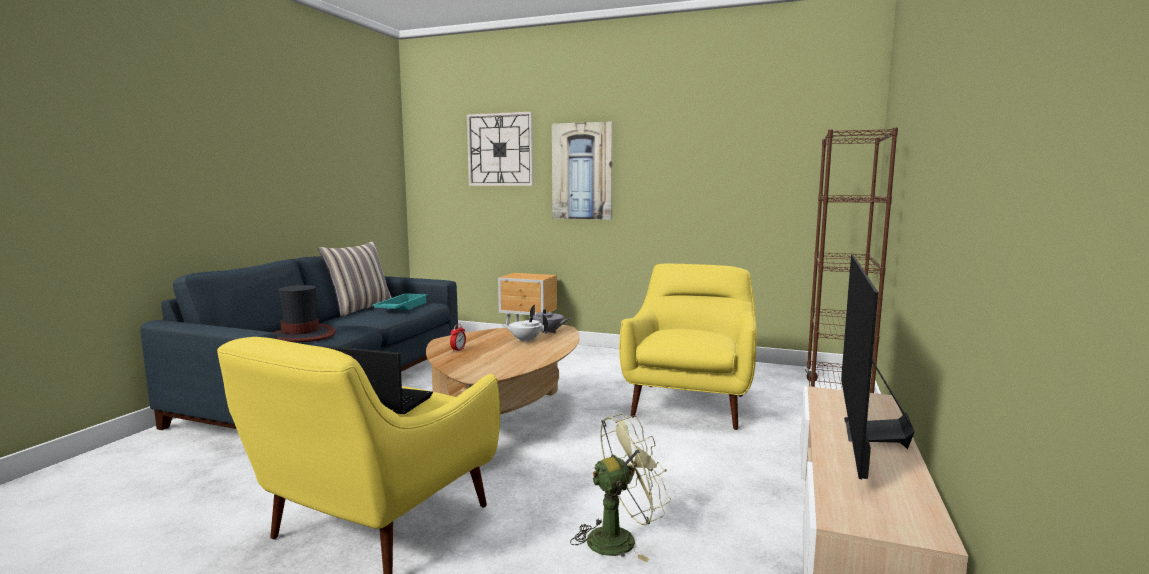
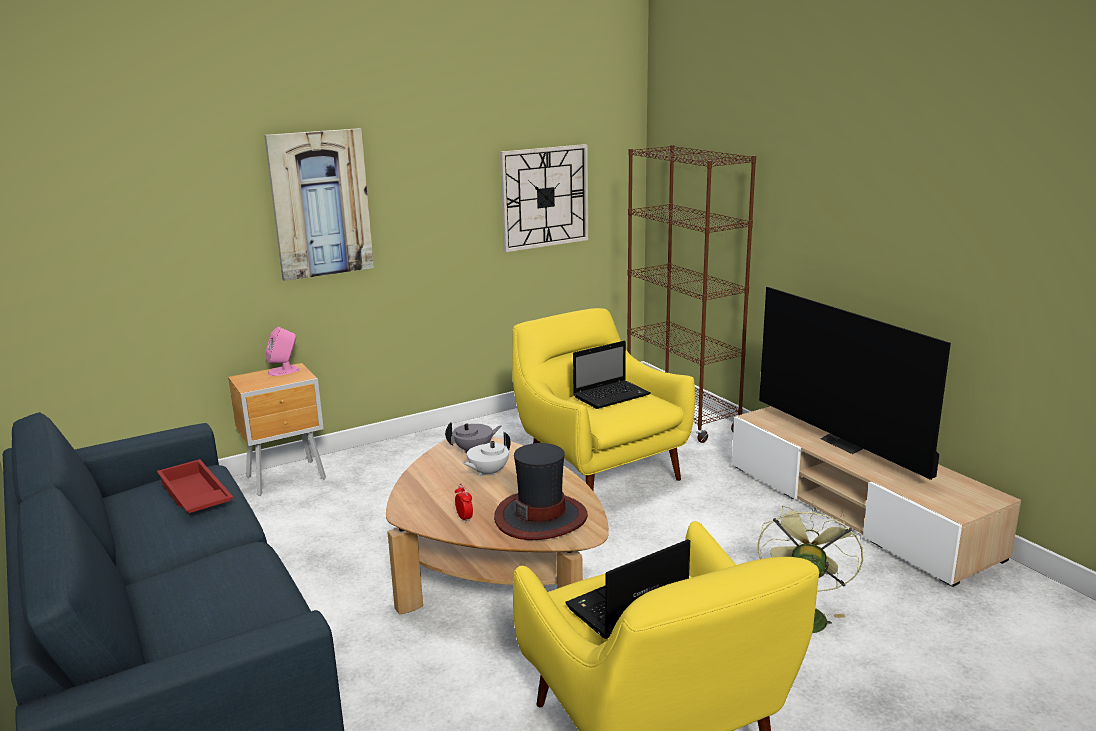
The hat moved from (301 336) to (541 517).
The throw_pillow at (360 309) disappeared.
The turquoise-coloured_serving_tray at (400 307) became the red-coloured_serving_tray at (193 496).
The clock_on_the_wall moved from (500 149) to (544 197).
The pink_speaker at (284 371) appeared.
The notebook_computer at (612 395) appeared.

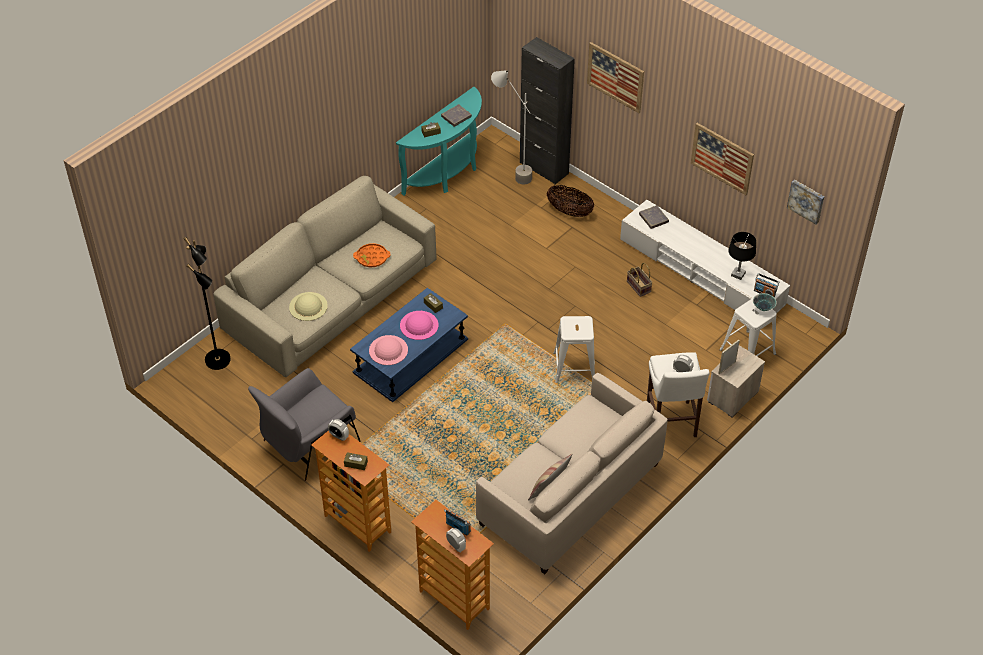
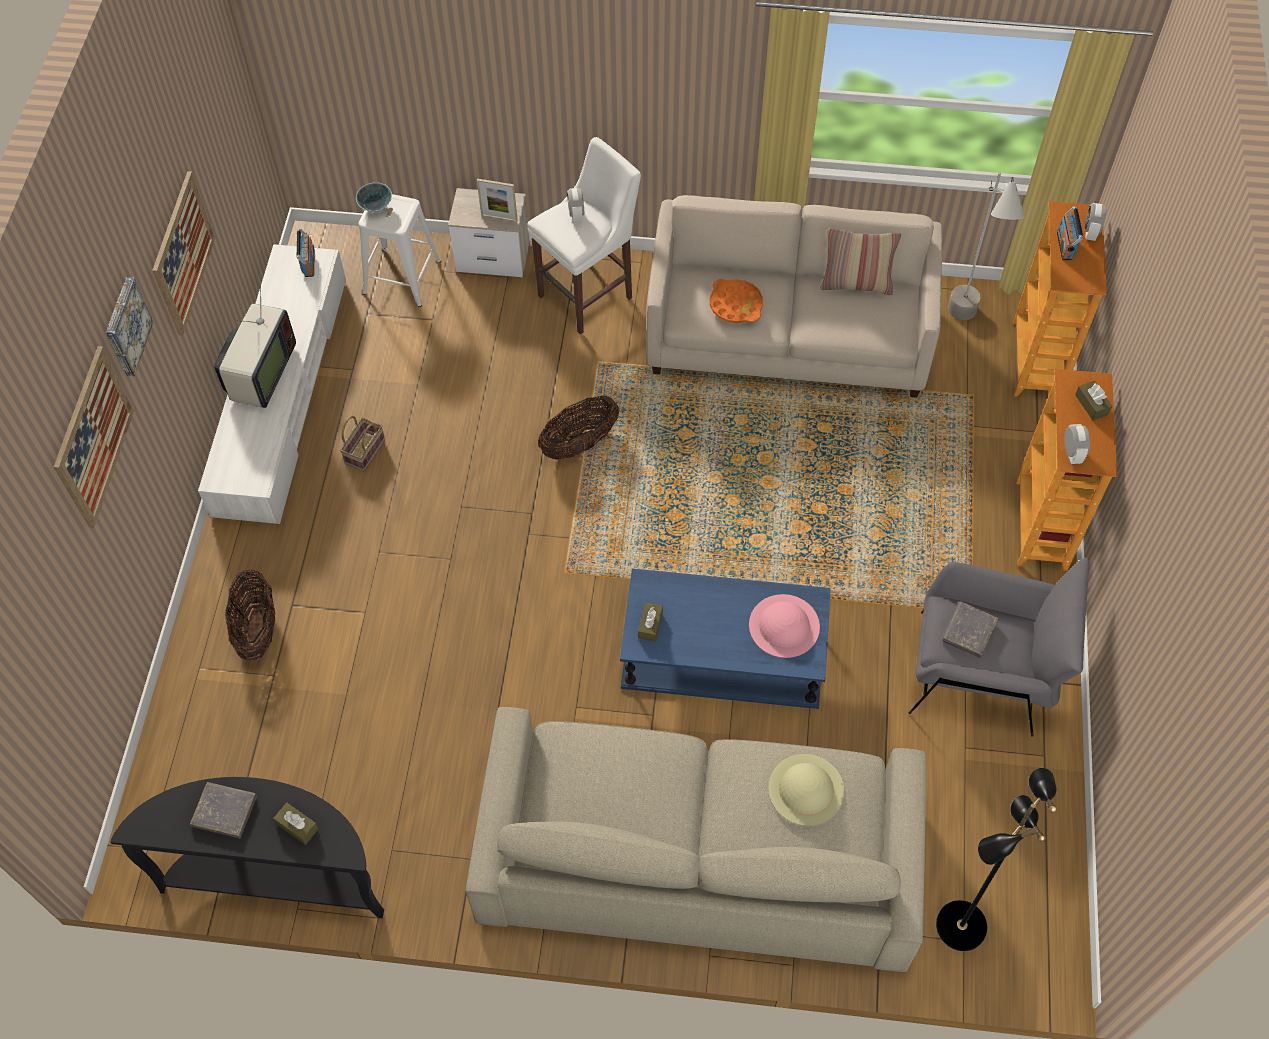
The orange-coloured_serving_tray moved from (372 258) to (736 305).
The turquoise-coloured_narrow_table at (448 174) became the blackish_narrow_table at (278 875).
The pink_hat at (419 325) disappeared.
The greyish_standard_lamp moved from (512 173) to (965 328).
The blackish_cupboard at (544 168) disappeared.
The white_stool at (574 367) was replaced by the household_basket at (579 443).
The greyish_volume moved from (653 218) to (969 631).
The blackish_table_lamp at (738 274) disappeared.
The wall_art moved from (806 201) to (126 326).
The TV_set at (260 374) appeared.

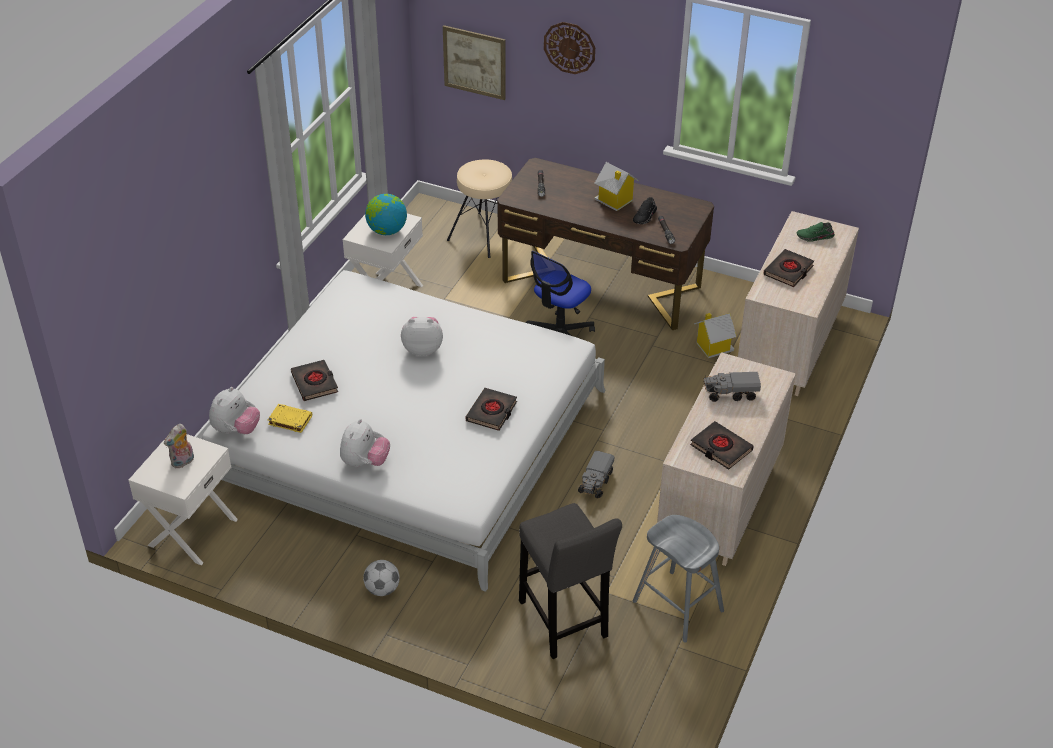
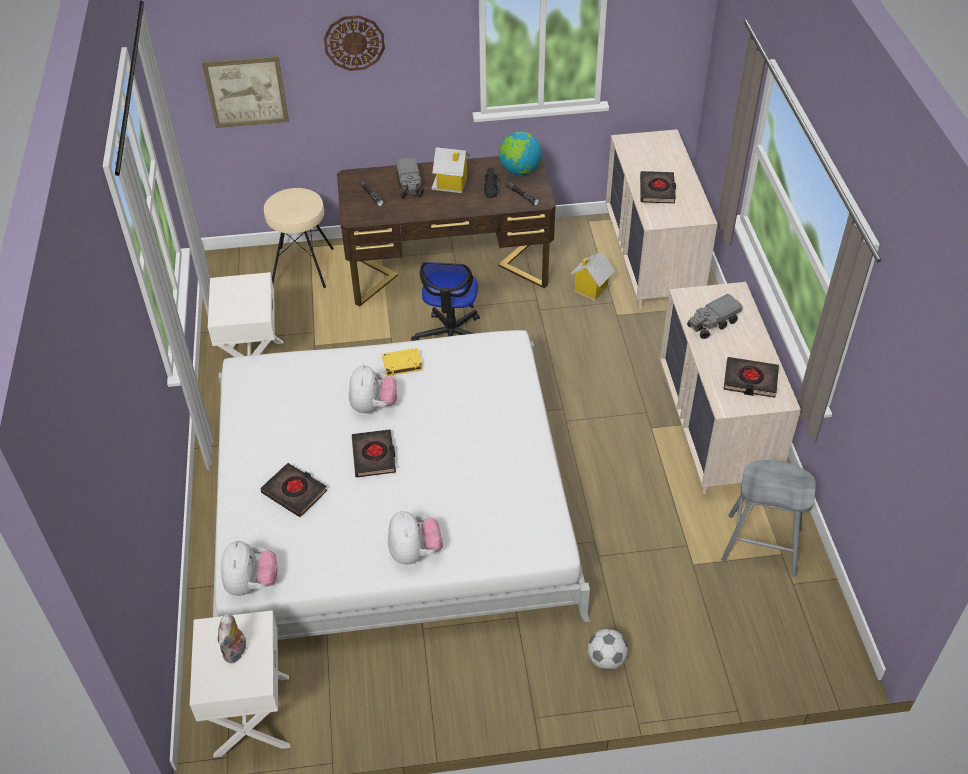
The yellow_volume moved from (289 420) to (402 364).
The football_ball moved from (382 589) to (606 659).
The desk_globe moved from (387 231) to (519 170).
The soft_toy at (423 349) turned 120 degrees clockwise.
The blackish_volume moved from (492 412) to (374 456).
The greyish_stool at (564 623) disappeared.
The model_truck moved from (595 482) to (410 186).
The greenish_low_shoe at (815 237) disappeared.

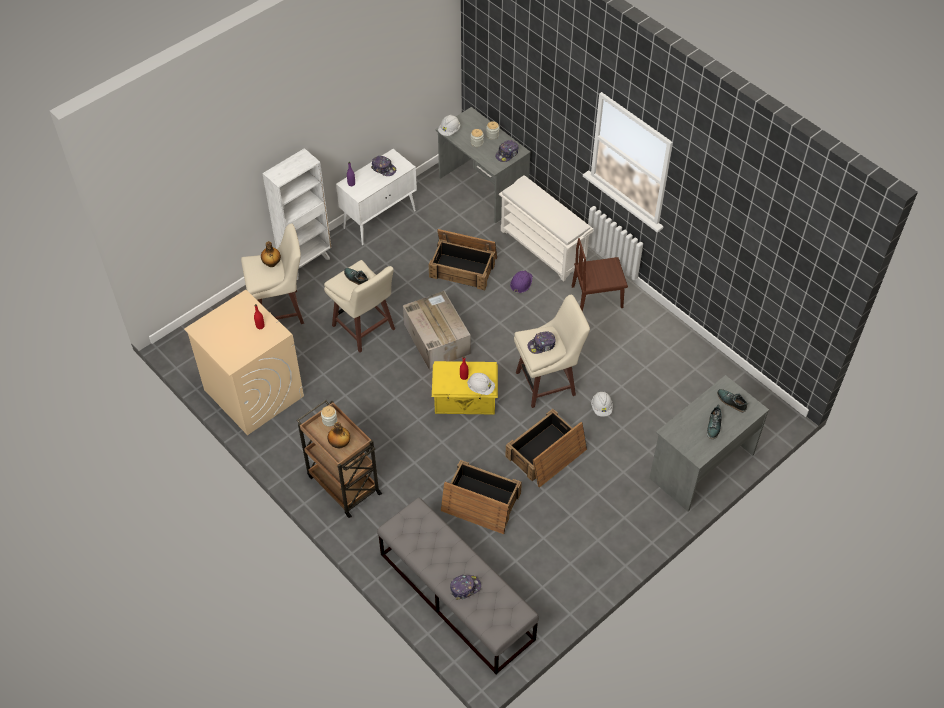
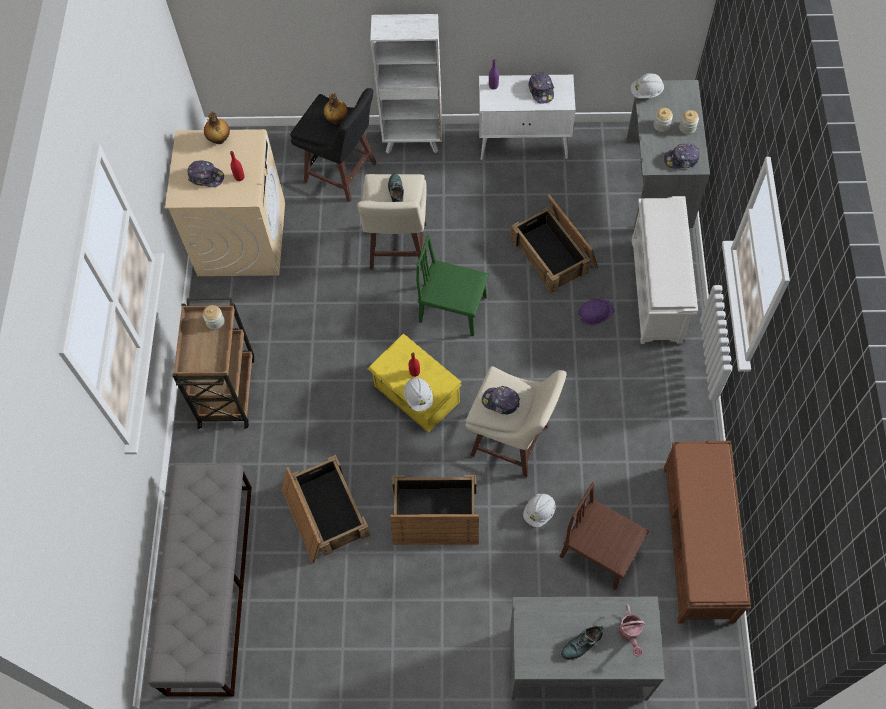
The beige_stool at (280 311) became the blackish_stool at (342 174).
The beverage_bottle moved from (339 444) to (219 140).
The packing_box at (436 338) was replaced by the greenish_plain_chair at (453 309).
The cap moved from (465 587) to (206 177).
The brownish_plain_chair moved from (597 297) to (600 551).
The low_shoe at (731 402) was replaced by the sprinkling_can at (630 633).
The brownish_bench at (698 544) appeared.

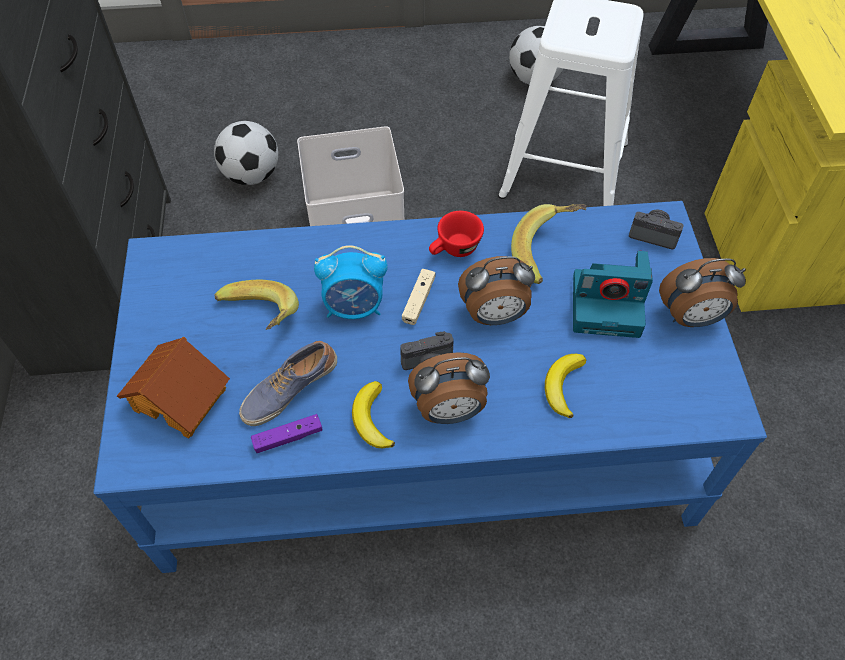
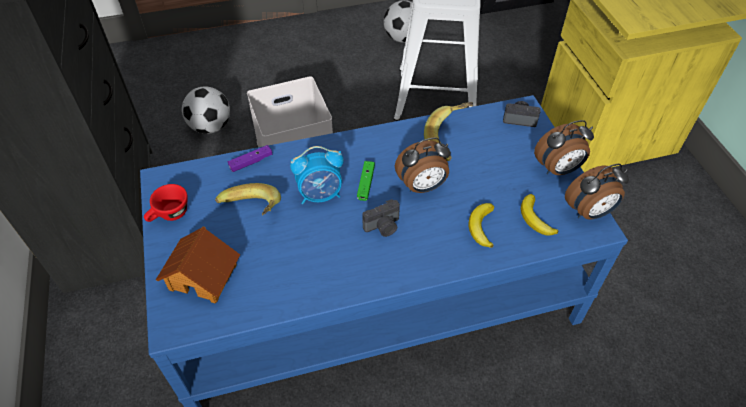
The low_shoe at (289 390) disappeared.
The purple_joypad moved from (288 437) to (251 162).
The whole_banana moved from (372 419) to (535 218).
The beige_joypad at (418 300) became the greenish_joypad at (366 184).
The alarm_clock moved from (449 411) to (589 212).
The red-coloured_small_cup moved from (454 250) to (169 215).
The still_camera at (608 304) disappeared.

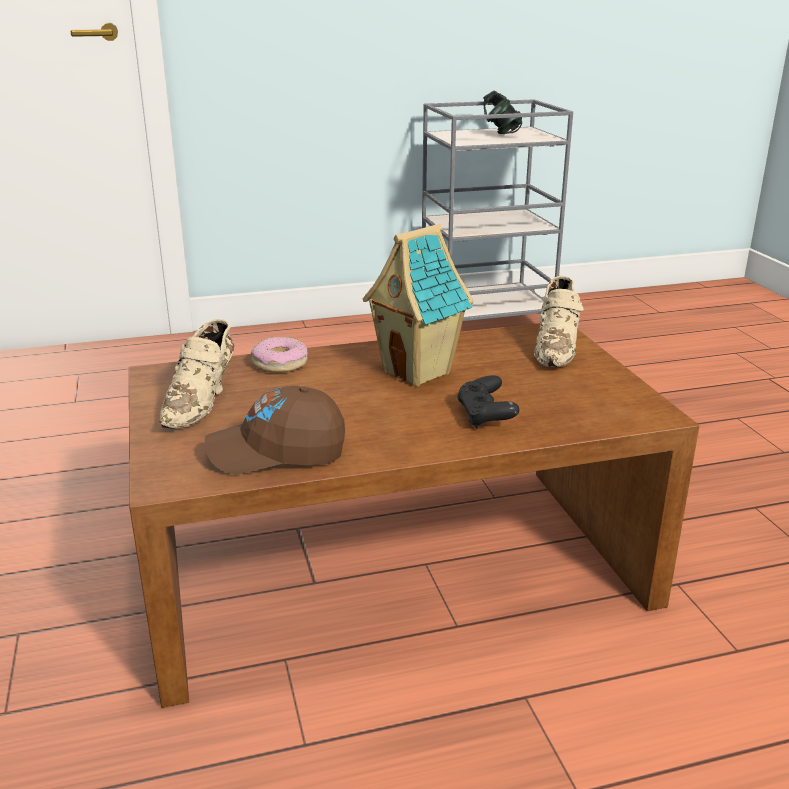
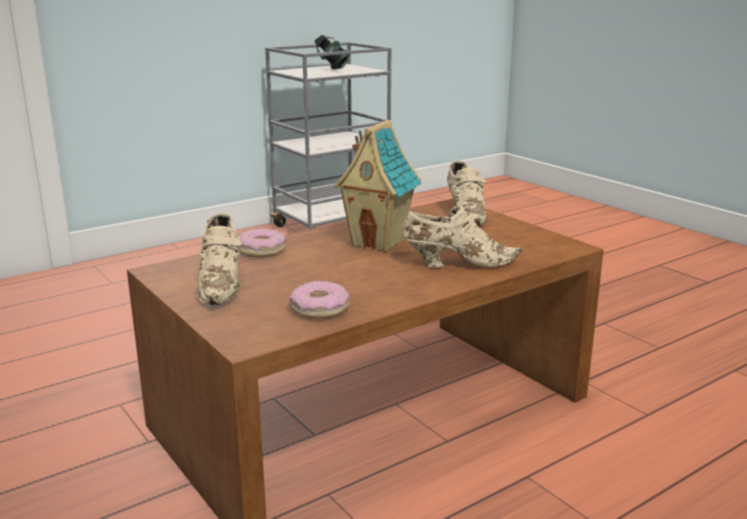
The brownish_cap at (276 452) was replaced by the donut at (320 309).
The blackish_joypad at (485 417) was replaced by the beige_low_shoe at (456 263).

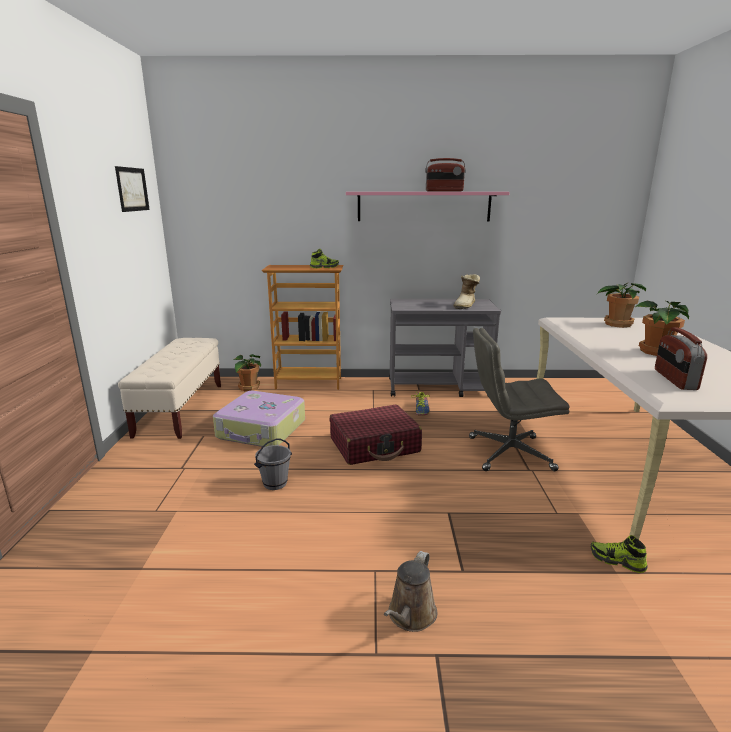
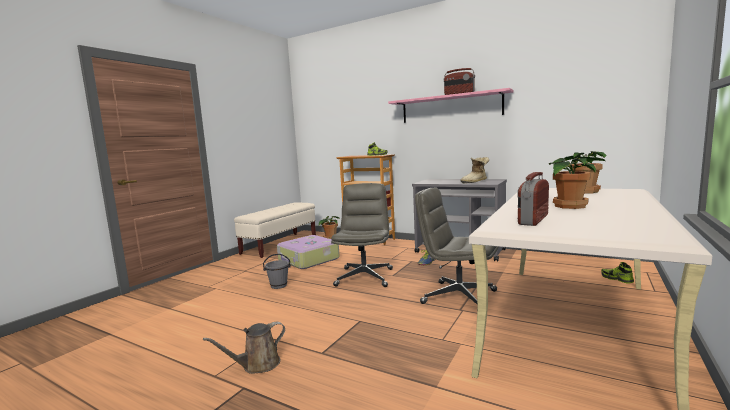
The wall_art at (132 189) disappeared.
The red-coloured_suitcase at (375 445) was replaced by the greyish_computer_chair at (364 277).
The low_shoe moved from (617 561) to (616 279).

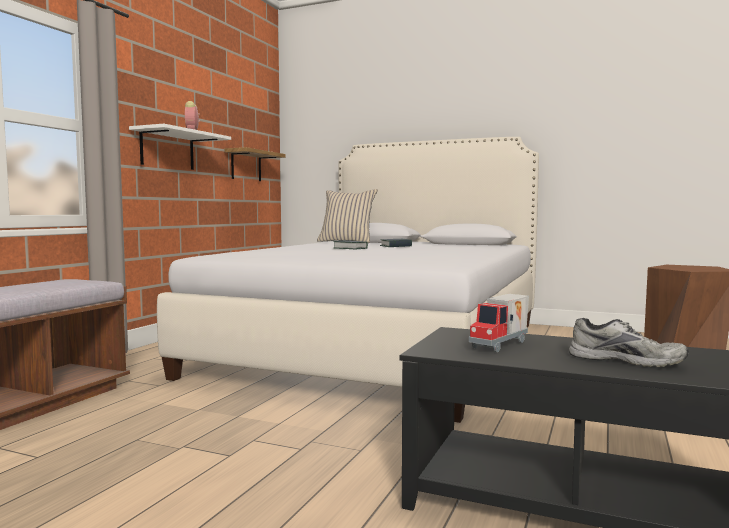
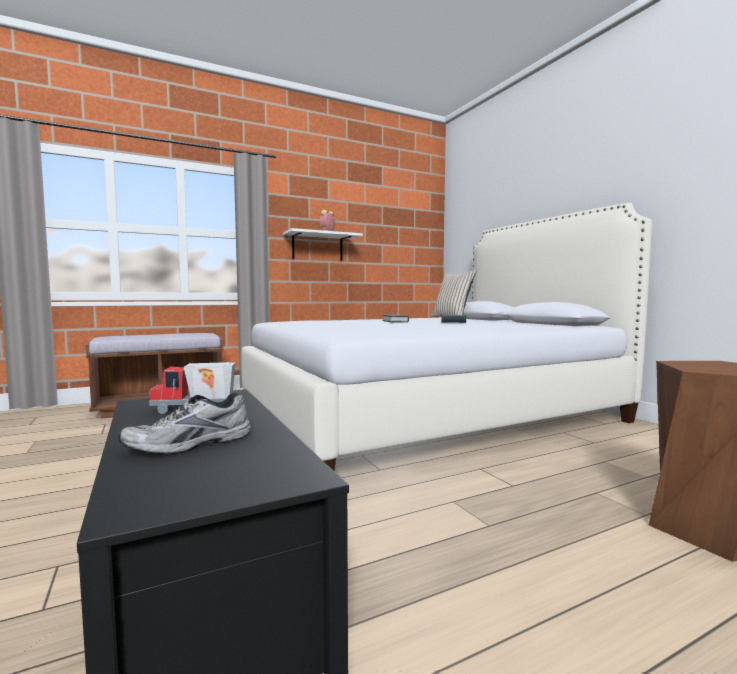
The wall_shelf at (246 166) disappeared.
The greyish_low_shoe at (626 359) turned 75 degrees clockwise.

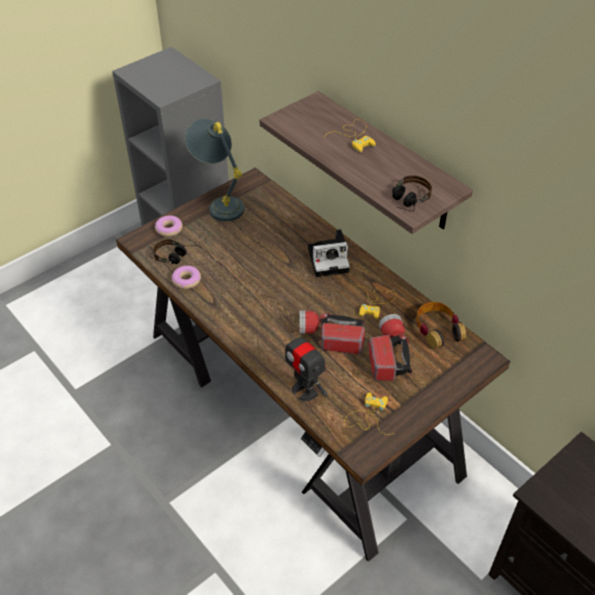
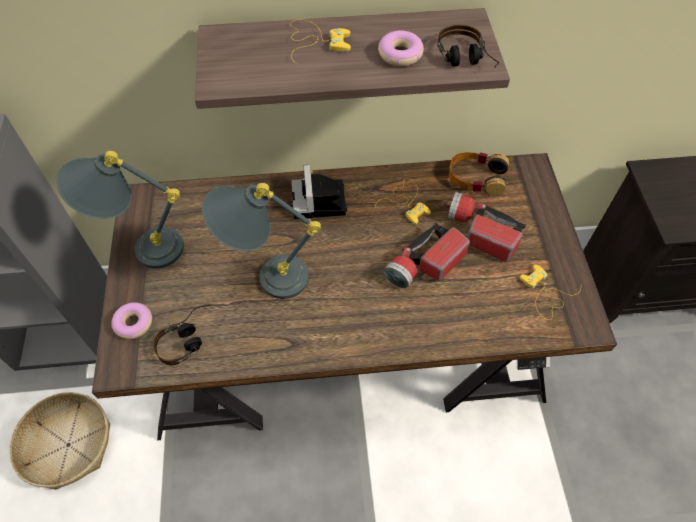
The donut moved from (186 280) to (400 54).
The model_robot at (304 390) disappeared.
The still_camera at (330 259) turned 150 degrees clockwise.
The household_basket at (68 444) appeared.
The greyish_table_lamp at (265 277) appeared.

